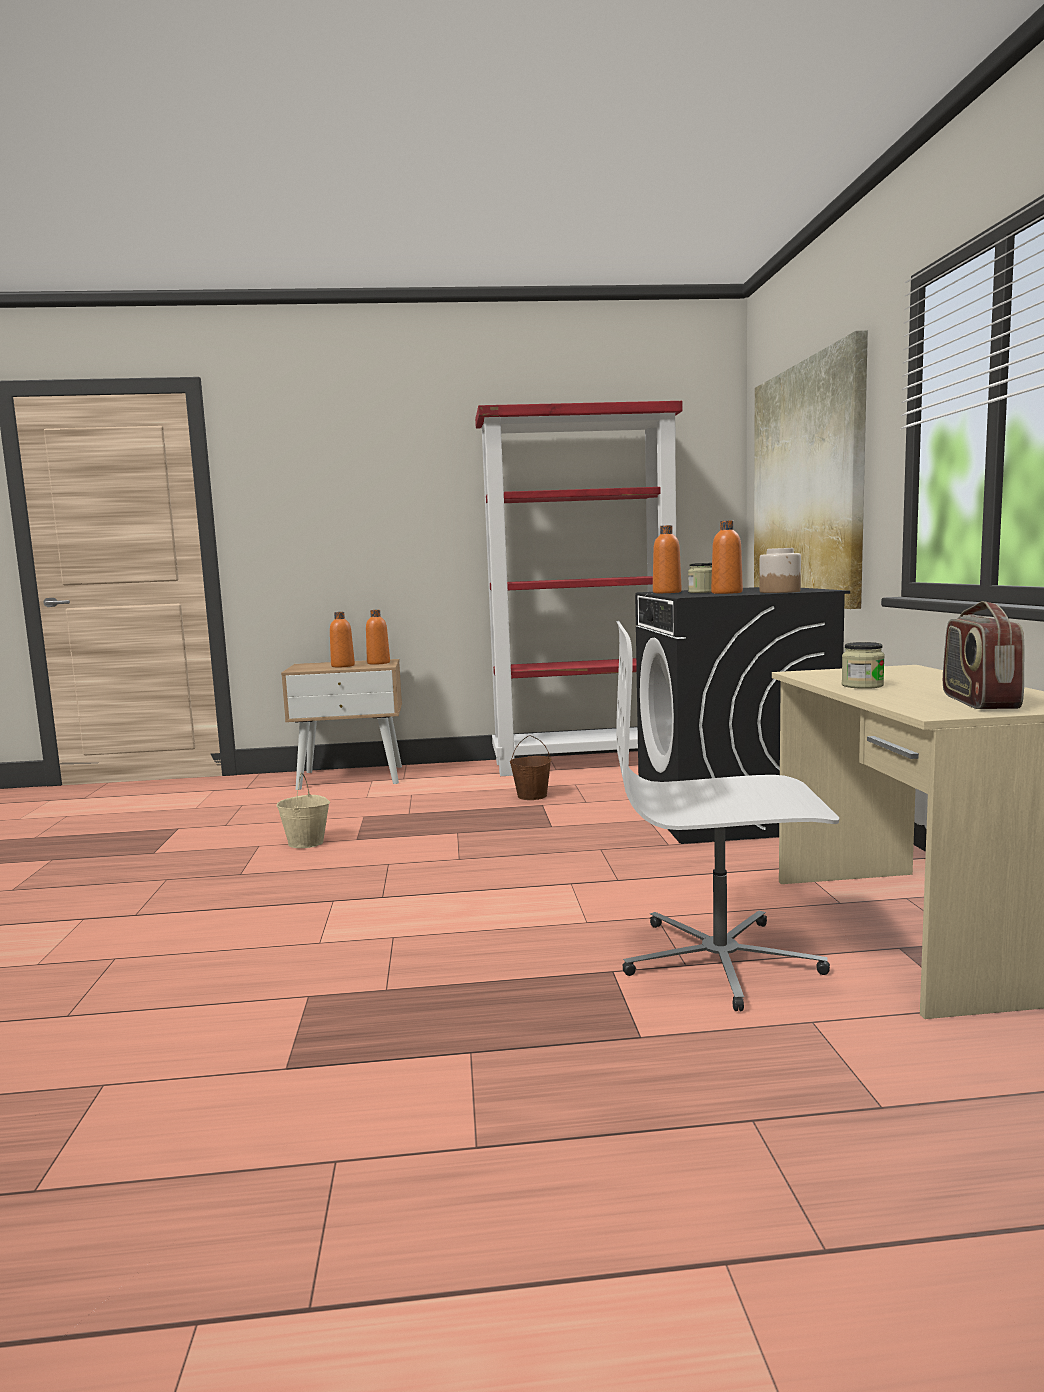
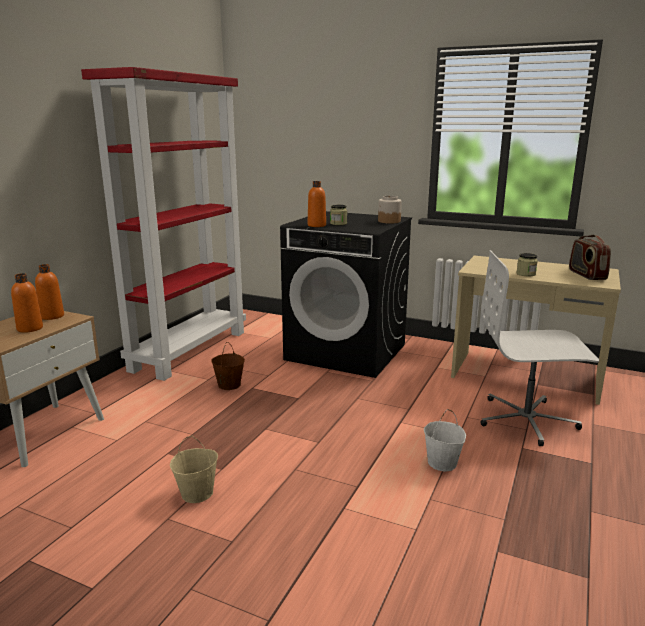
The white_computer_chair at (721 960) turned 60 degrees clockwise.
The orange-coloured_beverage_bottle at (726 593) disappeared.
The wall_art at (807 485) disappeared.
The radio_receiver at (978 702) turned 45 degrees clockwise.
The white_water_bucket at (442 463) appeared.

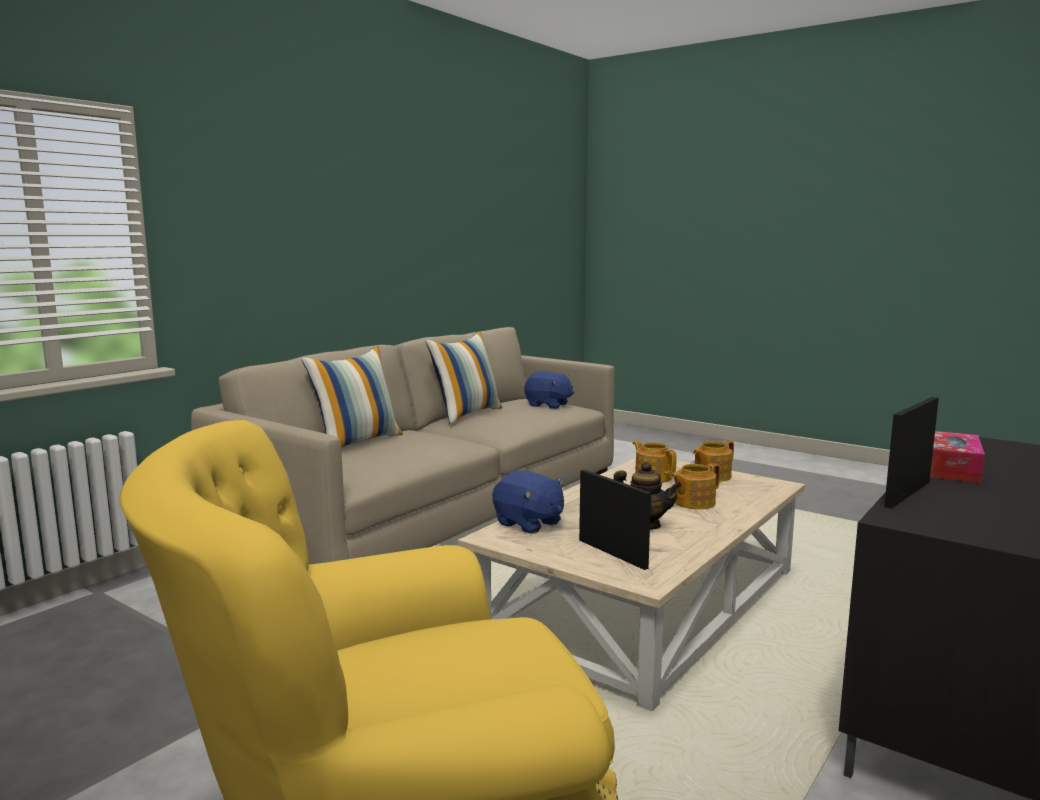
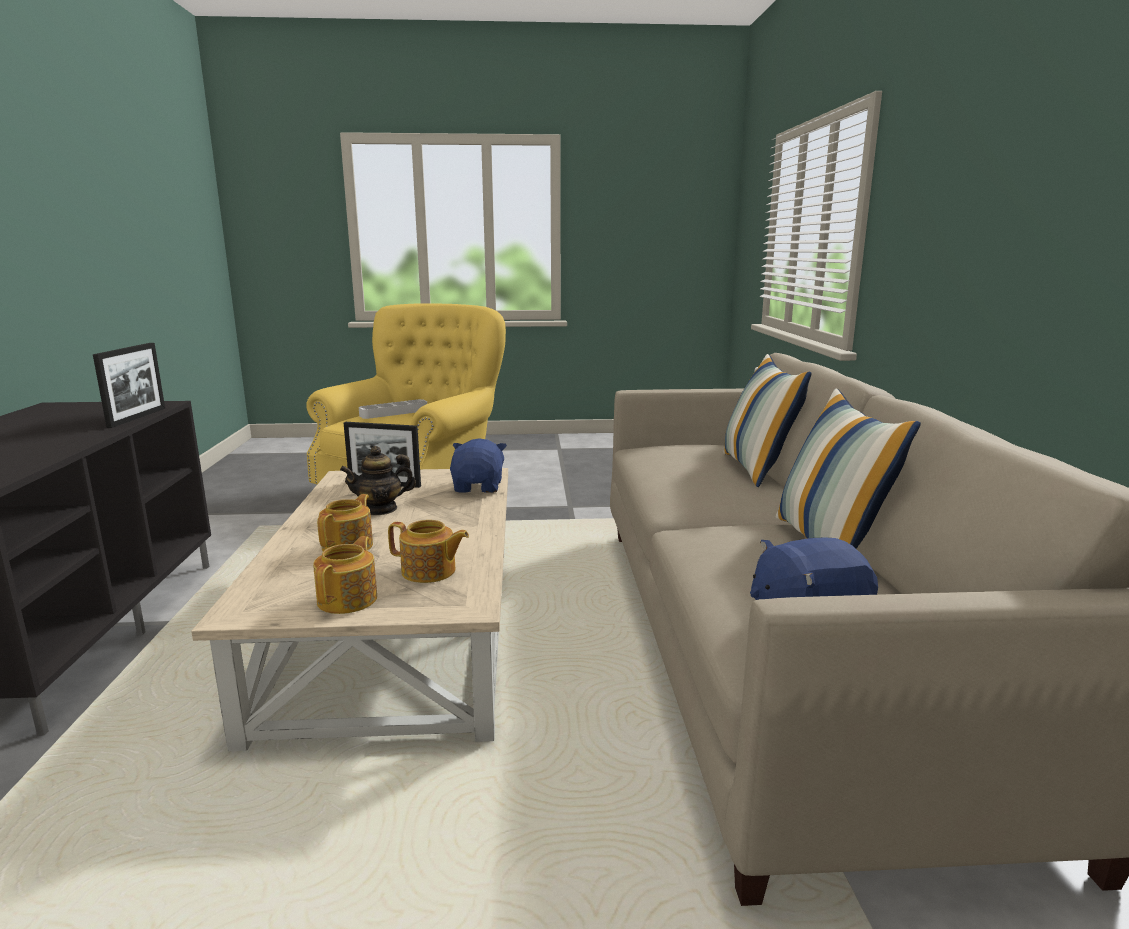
The blue-coloured_soft_toy at (528 523) turned 90 degrees clockwise.
The tissue_box at (953 469) disappeared.
The greyish_serving_tray at (394 413) appeared.

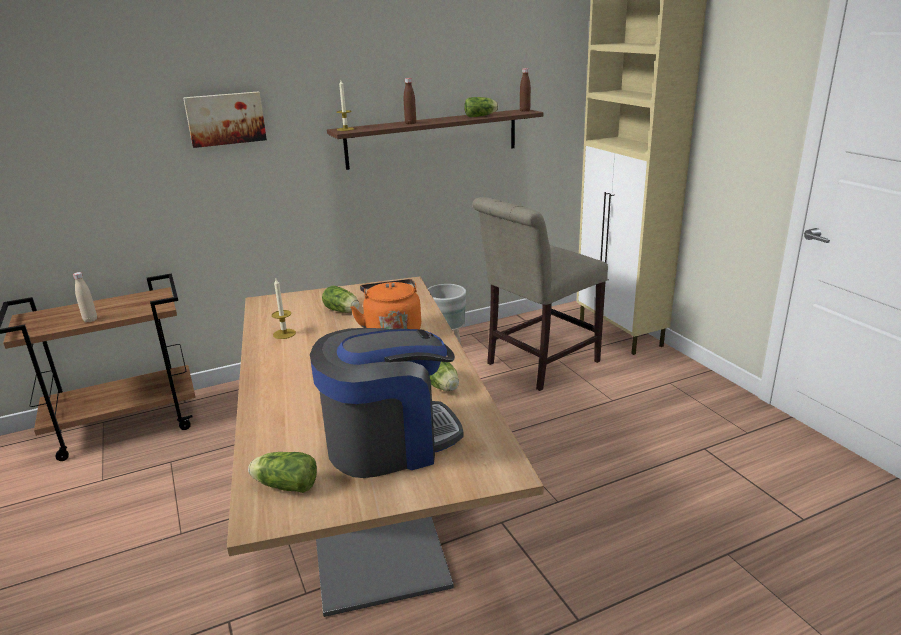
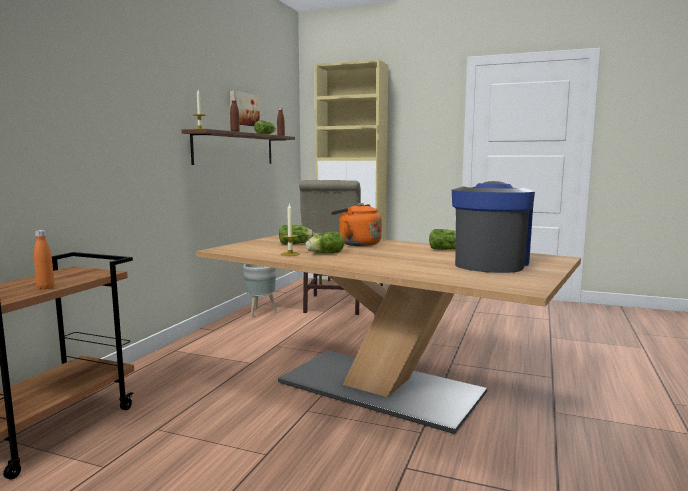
The beige_beverage_bottle at (90 320) became the orange-coloured_beverage_bottle at (45 288).
The wall_art moved from (225 119) to (243 109).
The lettuce moved from (284 485) to (324 253).

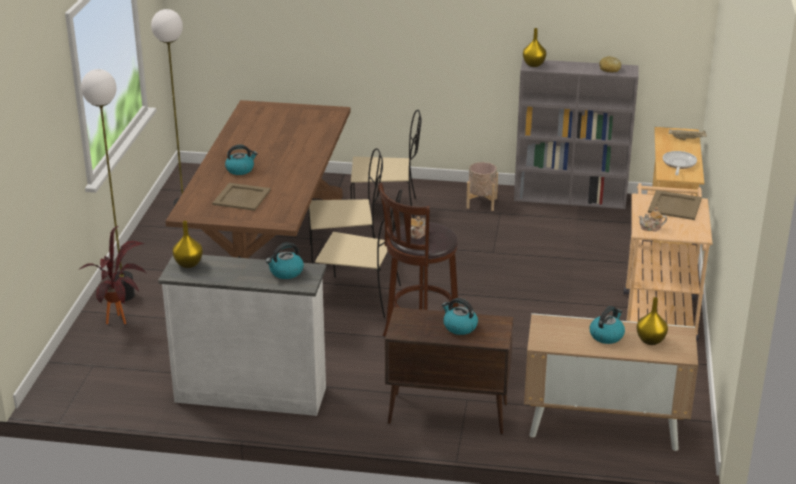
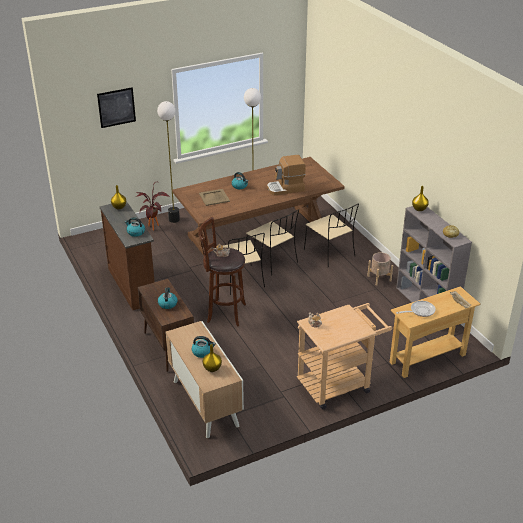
The white_dresser at (250 393) became the brownish_dresser at (132 285).
The beige_serving_tray at (675 206) disappeared.
The wall_art at (116 107) appeared.
The coffee_maker at (286 188) appeared.

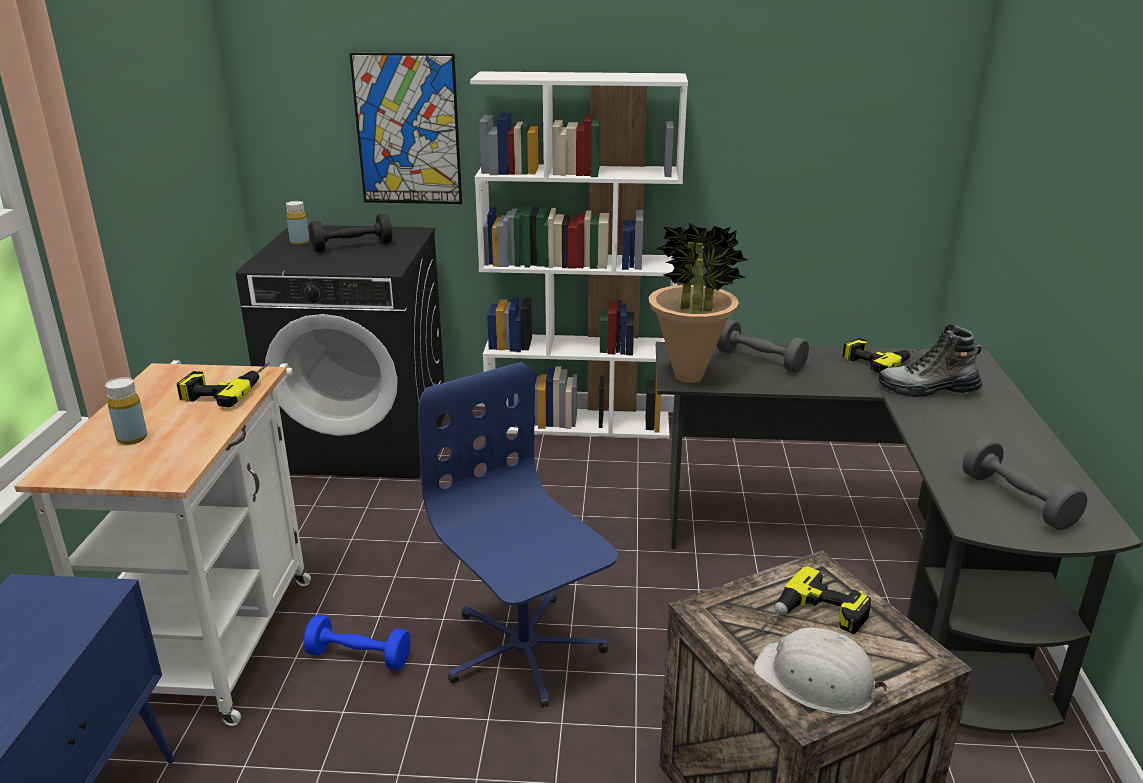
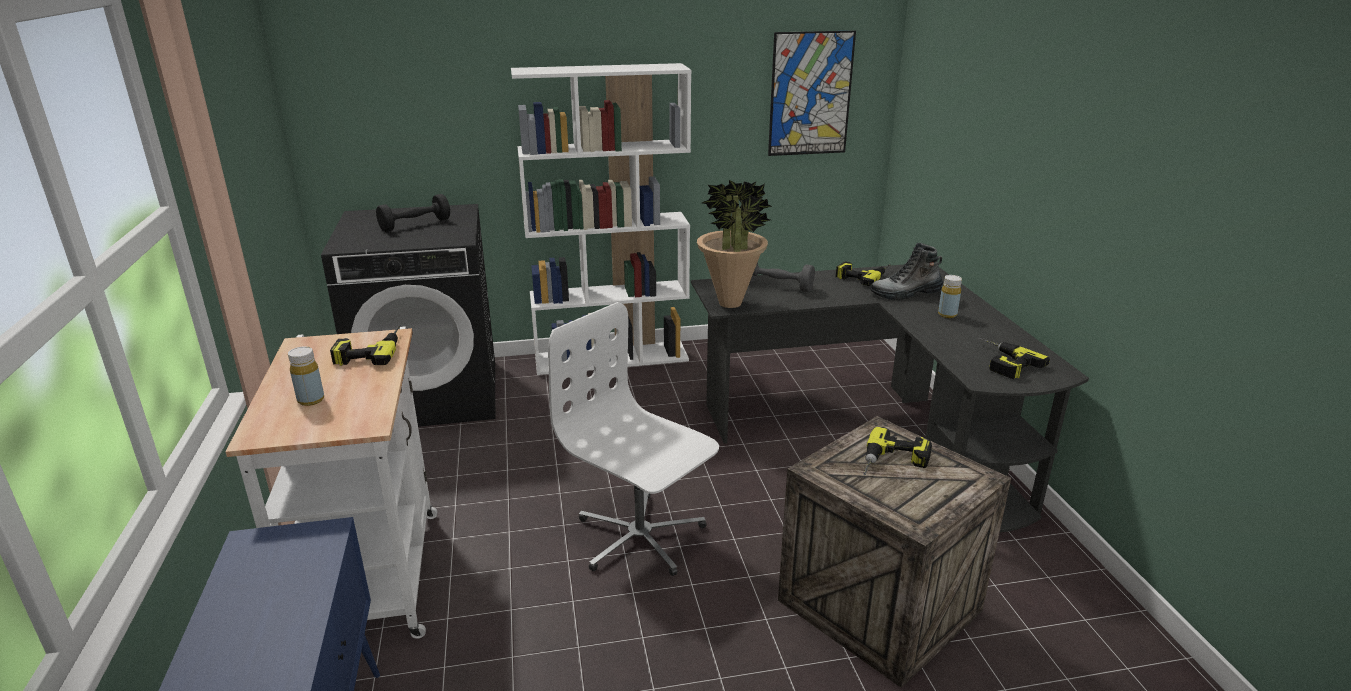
The yellow_beverage_bottle moved from (299 243) to (947 314).
The blue-coloured_free_weight at (359 656) disappeared.
The wall_art moved from (407 130) to (810 94).
The blue-coloured_computer_chair at (523 650) became the white_computer_chair at (639 537).
The white_work_helmet at (816 680) disappeared.
The greyish_free_weight at (1017 501) was replaced by the electric_drill at (1000 361).

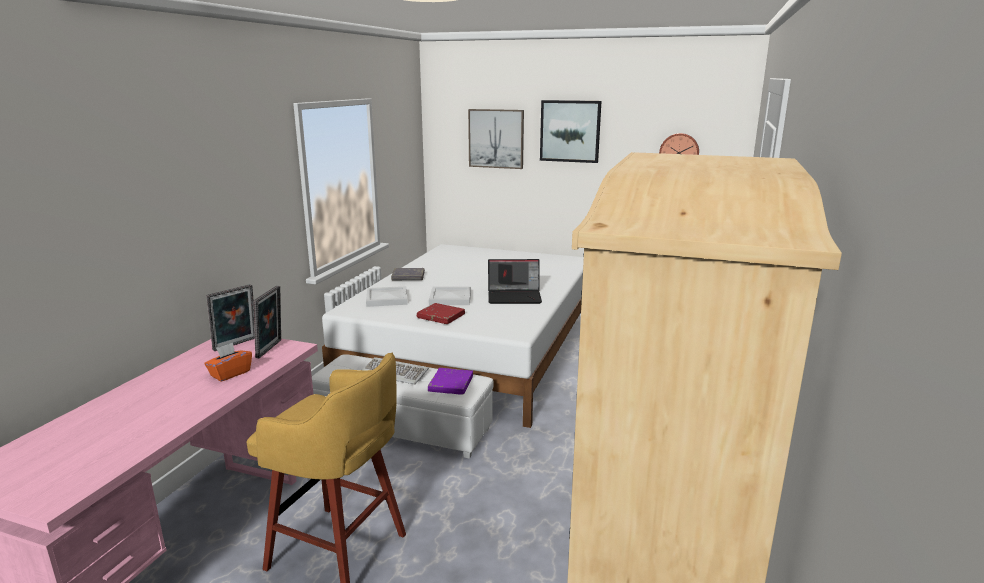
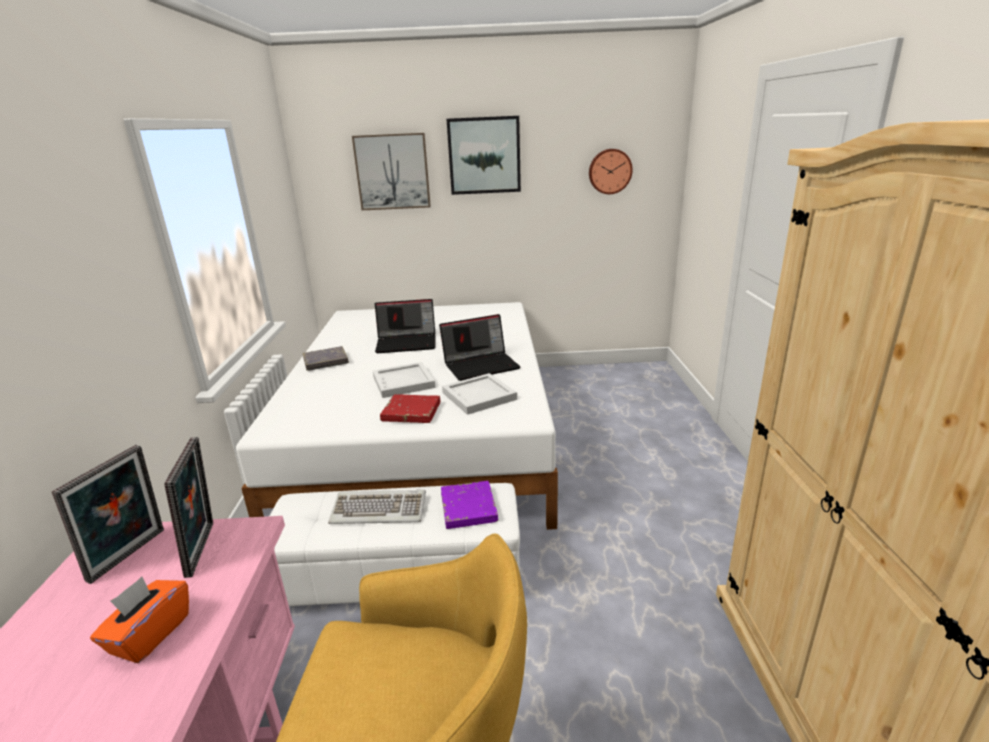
The white_serving_tray moved from (387 299) to (480 396).
The notebook_computer at (407 343) appeared.

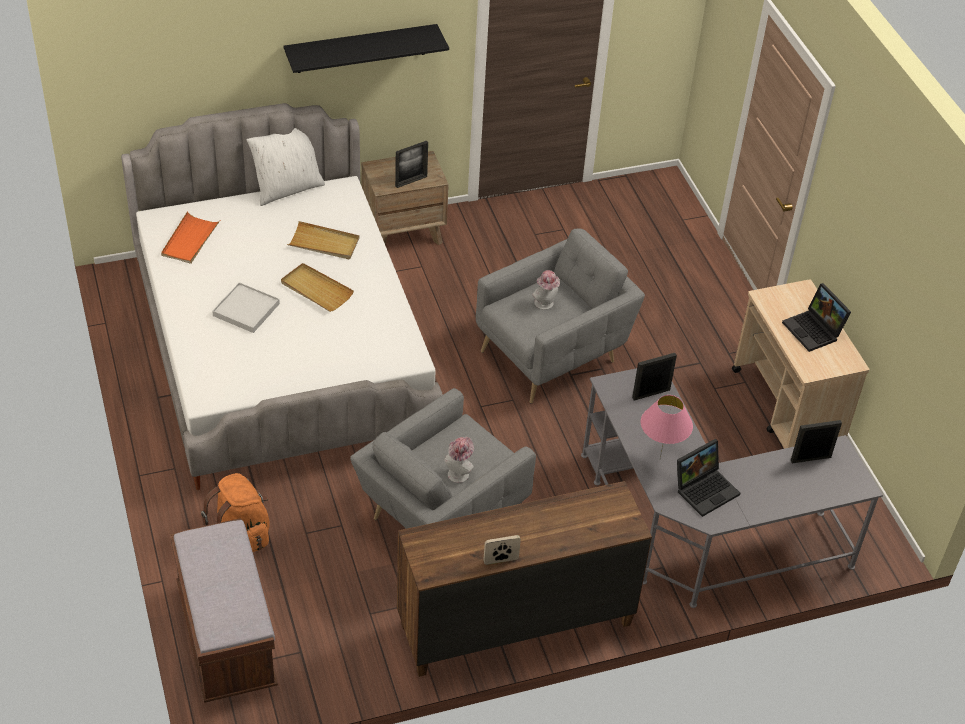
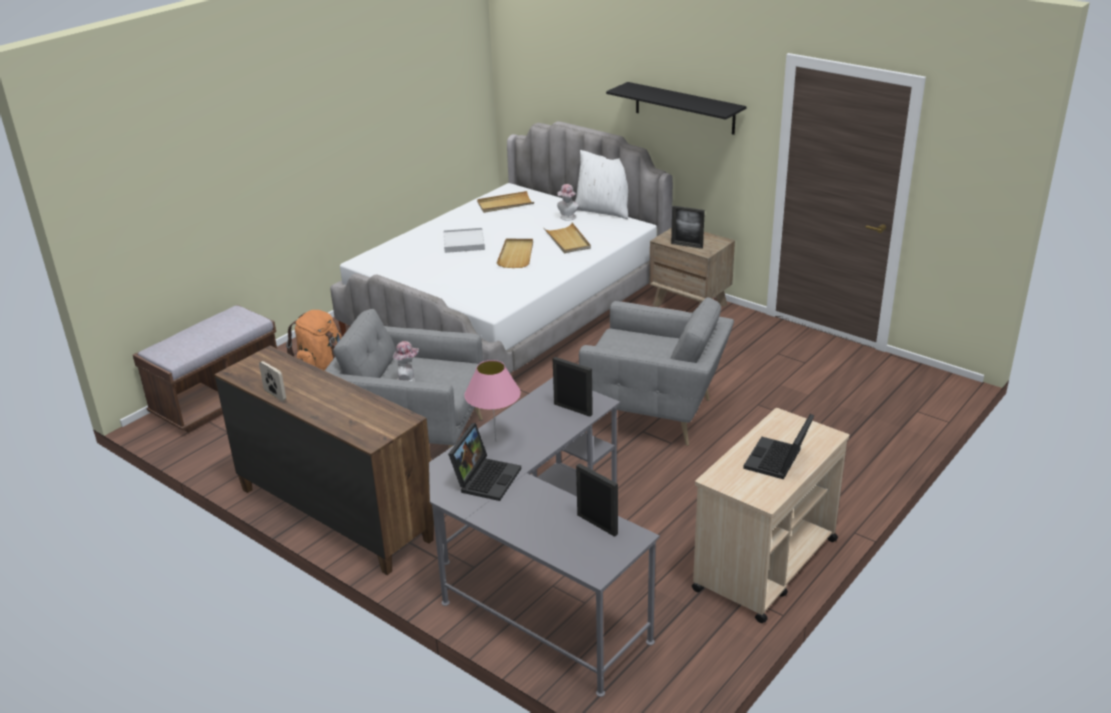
The orange-coloured_serving_tray at (190 240) became the beige_serving_tray at (505 204).
The hat moved from (545 304) to (567 218).
The notebook_computer at (705 488) turned 90 degrees counterclockwise.

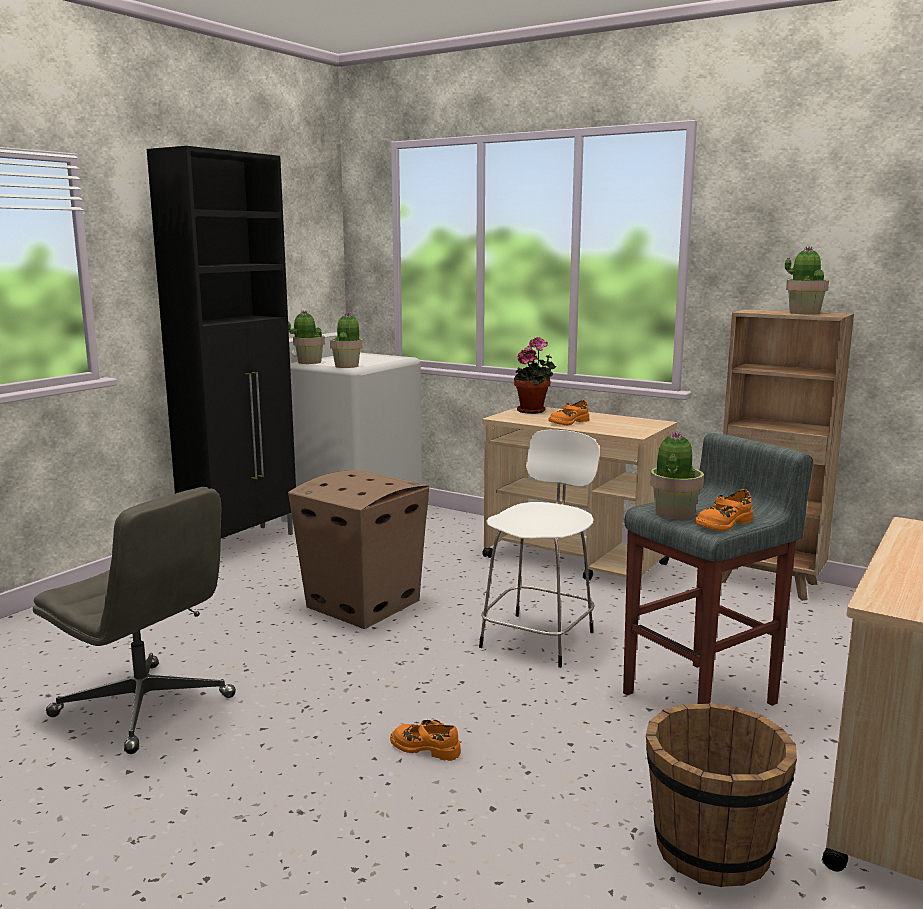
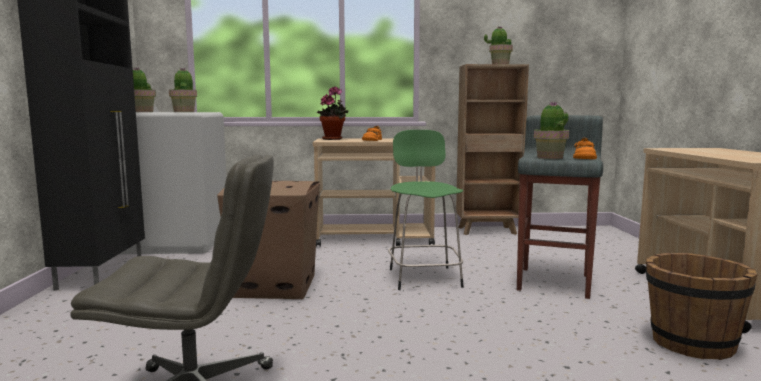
The orange-coloured_low_shoe at (426 747) disappeared.
The white_stool at (539 638) became the greenish_stool at (424 277).

